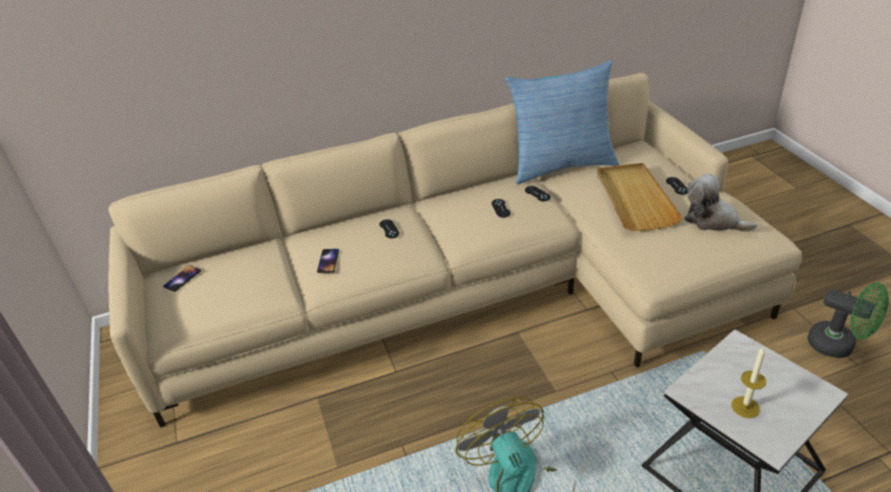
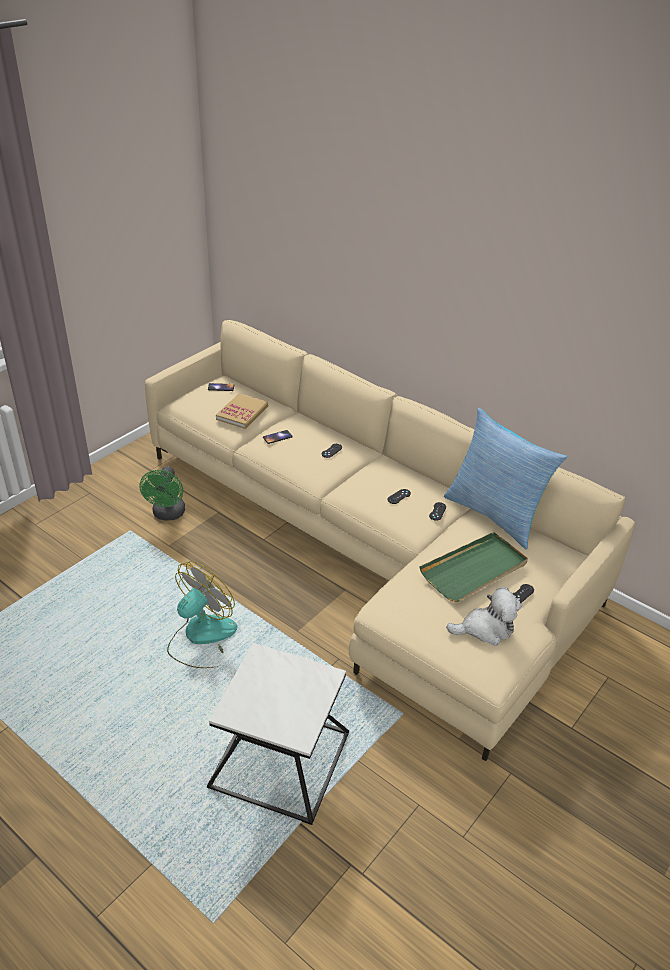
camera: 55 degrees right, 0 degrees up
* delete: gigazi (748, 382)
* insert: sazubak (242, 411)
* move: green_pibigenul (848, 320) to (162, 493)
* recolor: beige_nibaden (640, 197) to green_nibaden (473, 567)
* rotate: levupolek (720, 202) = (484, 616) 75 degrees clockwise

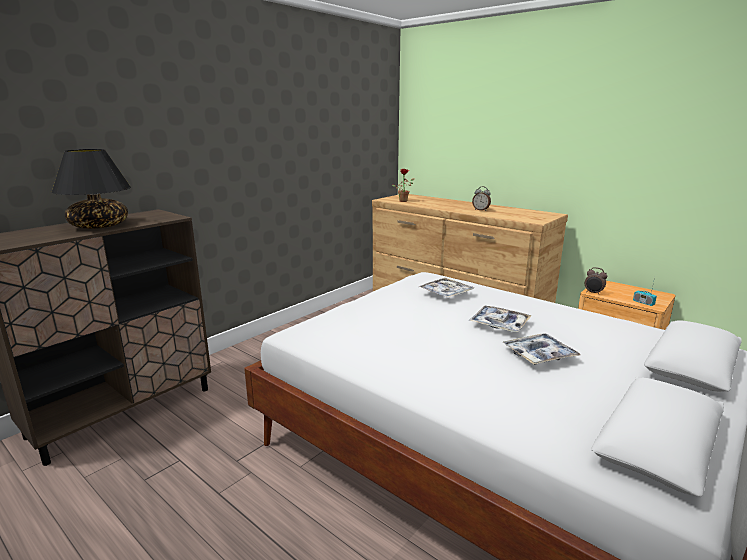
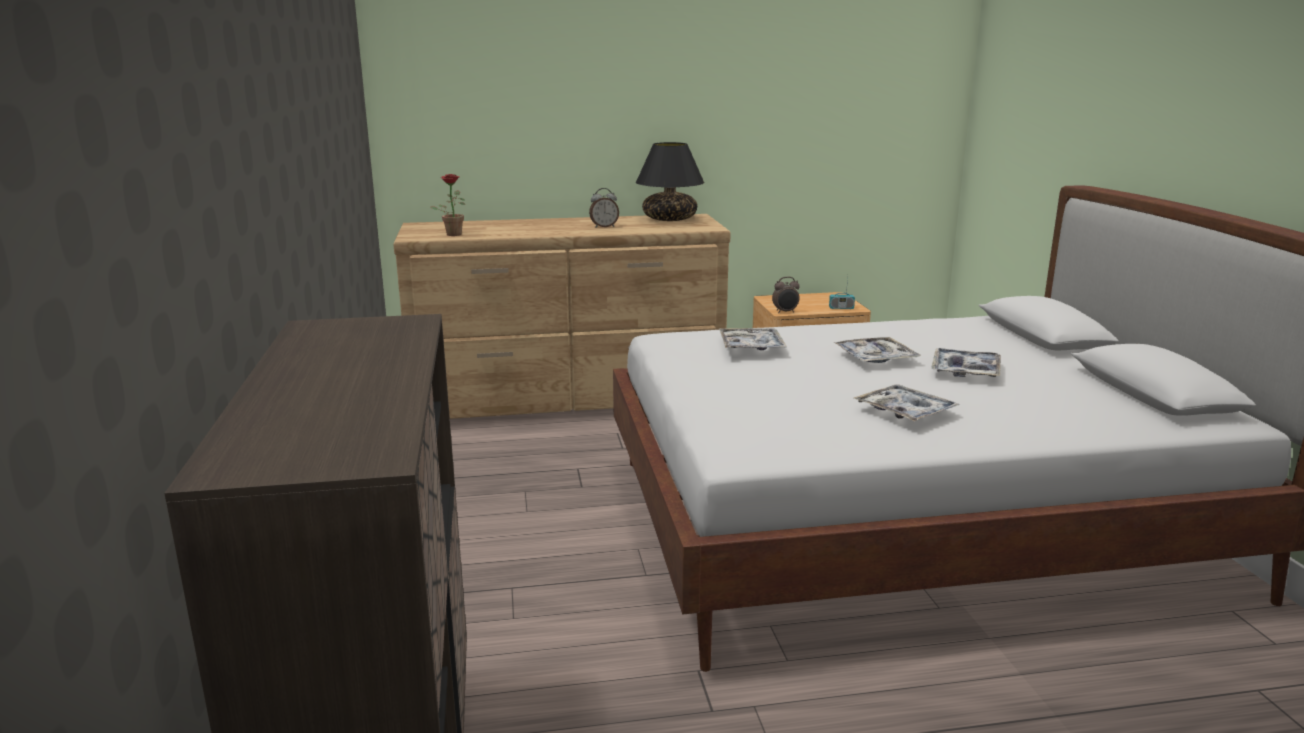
camera: 50 degrees left, 0 degrees up
* insert: nibaden (907, 402)
* move: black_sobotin (91, 189) to (670, 181)

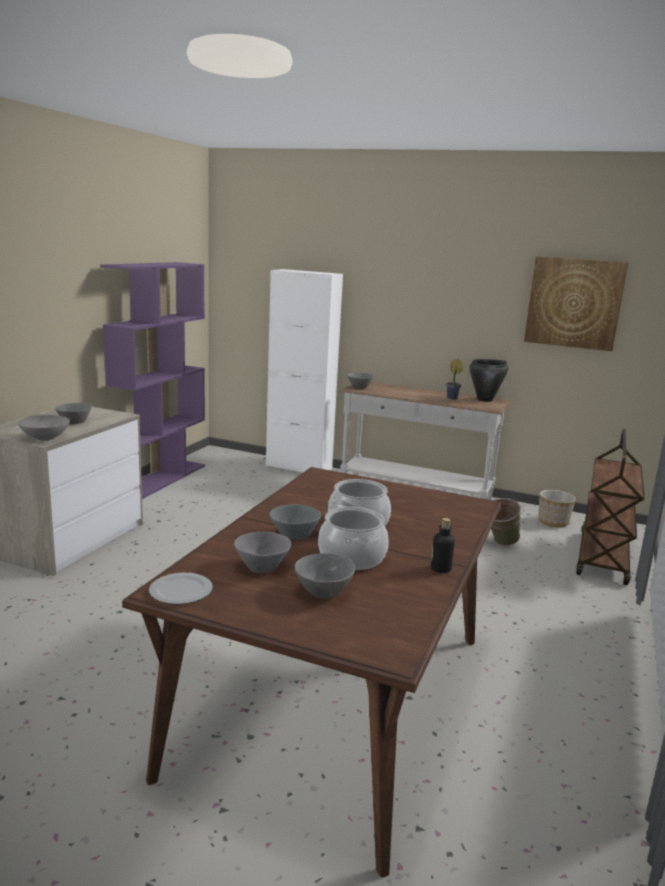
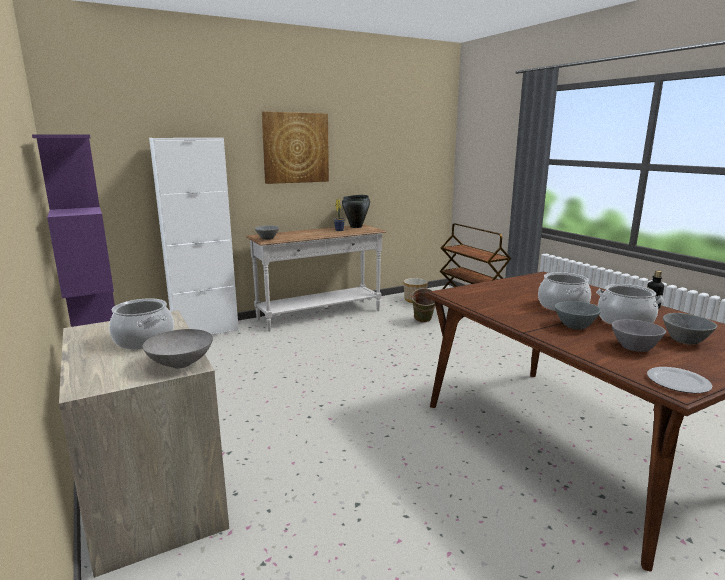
camera: 50 degrees left, 0 degrees up
* move: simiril (576, 303) to (295, 147)
* replace: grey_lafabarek (73, 413) to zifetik (141, 323)

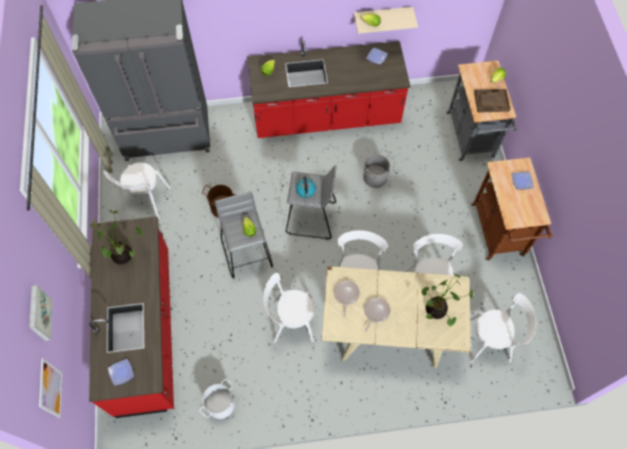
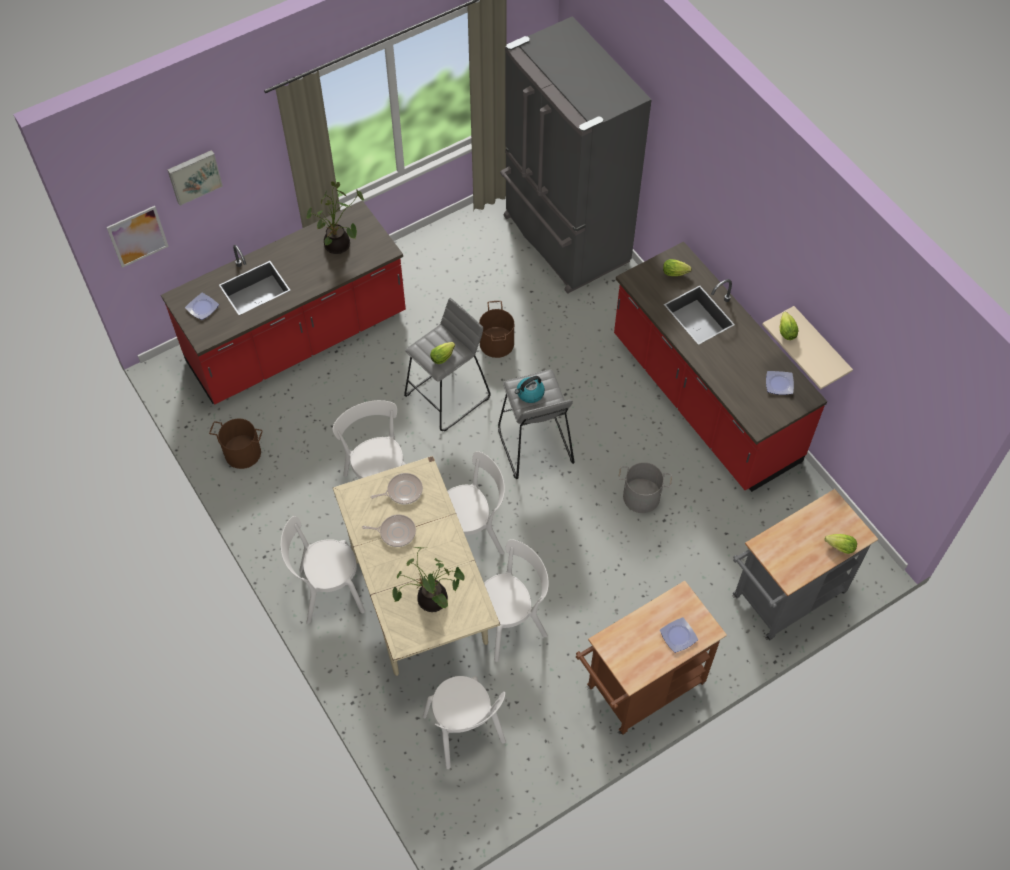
camera: 65 degrees right, 5 degrees down
* delete: brown_nibaden (492, 101)
* move: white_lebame (137, 190) to (323, 570)
* recolor: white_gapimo (217, 399) to brown_gapimo (235, 443)

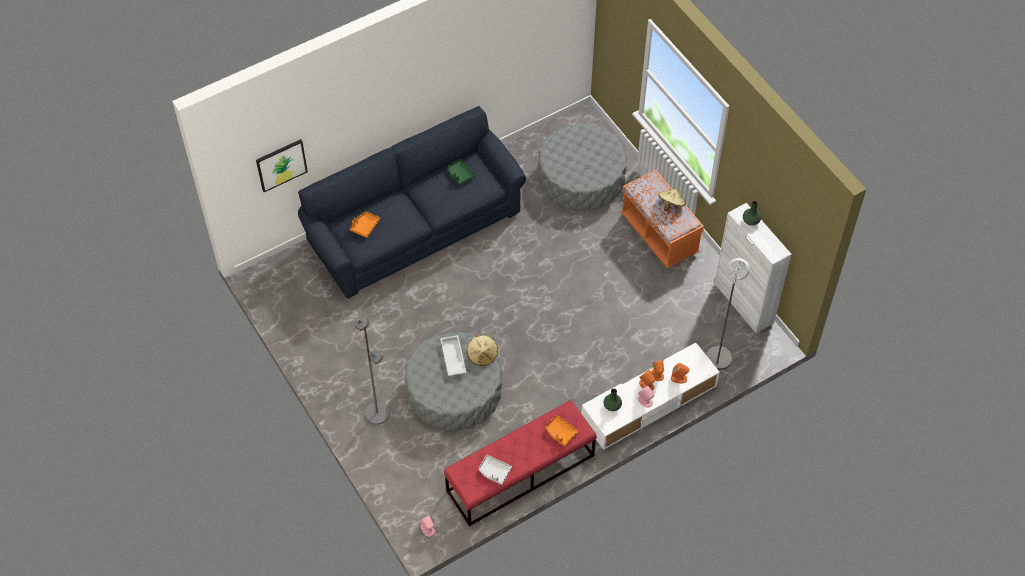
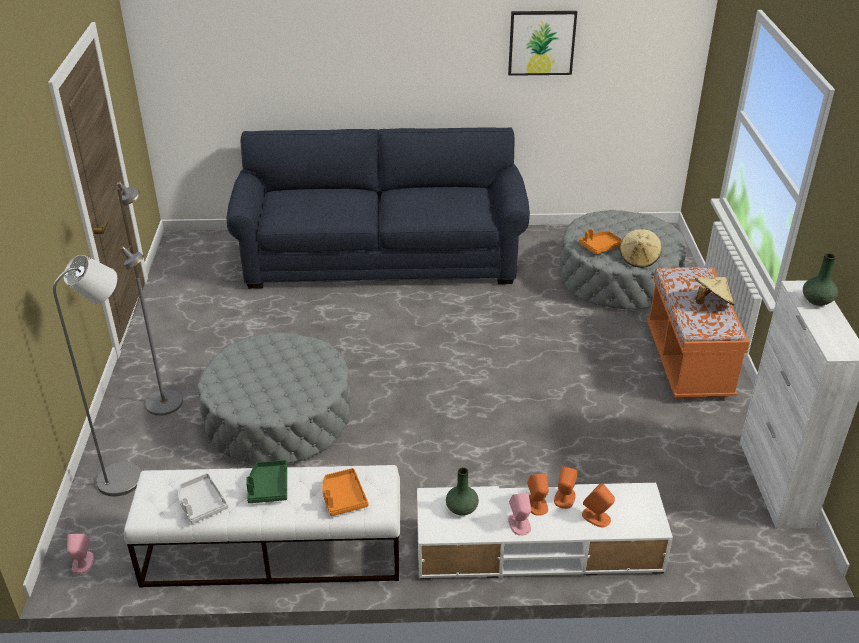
camera: 30 degrees right, 20 degrees down
* delete: white_nibaden (453, 355)
* move: simiril (282, 165) to (542, 43)
* move: orange_nibaden (365, 224) to (600, 242)
* move: green_nibaden (462, 172) to (266, 481)
* move: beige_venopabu (482, 350) to (641, 248)
* move: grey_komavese (728, 314) to (97, 375)
* recolor: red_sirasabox (520, 463) to white_sirasabox (262, 526)

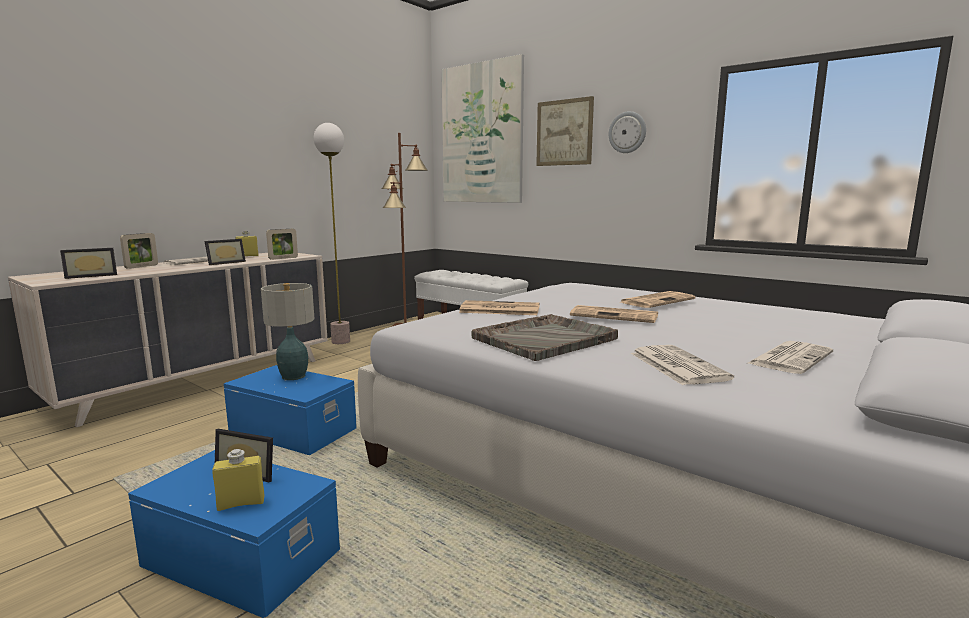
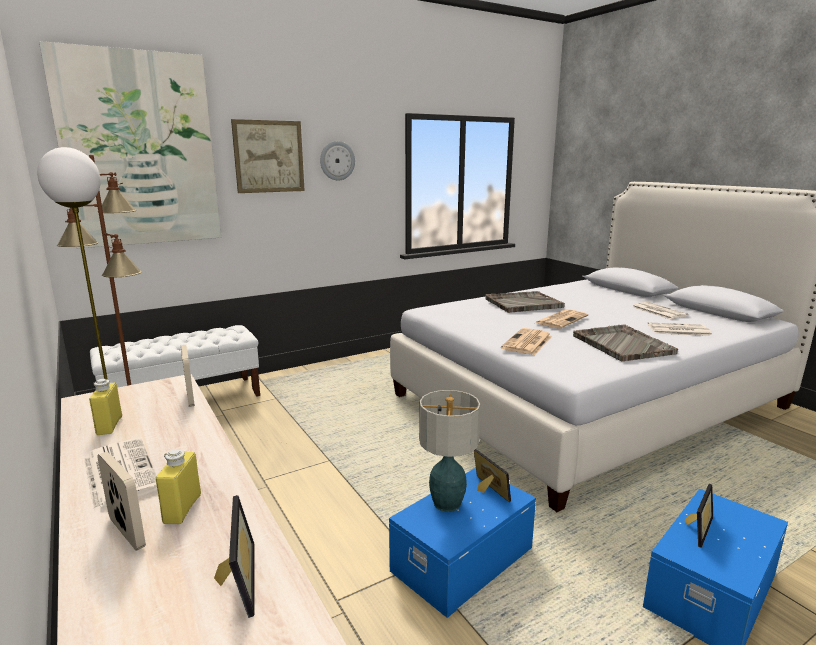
camera: 70 degrees left, 5 degrees up
* move: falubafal (225, 252) to (492, 475)
* move: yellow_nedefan (238, 480) to (178, 486)
* replace: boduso (658, 299) to grey_nibaden (525, 302)

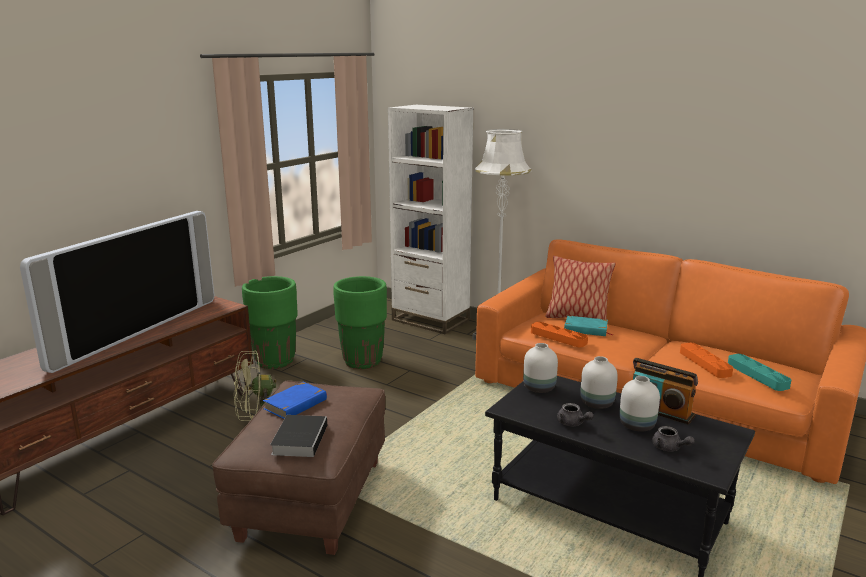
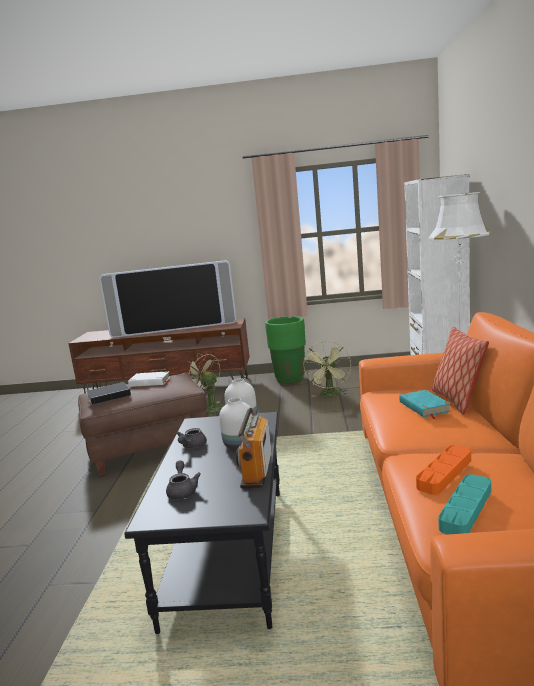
camera: 60 degrees right, 5 degrees down
* delete: orange_nibaden (559, 335)
* delete: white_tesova (639, 404)
* replace: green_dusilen (360, 322) to green_pibigenul (327, 369)
* recolor: blue_sazubak (295, 400) to white_sazubak (150, 379)
* rotate: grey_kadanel (673, 439) = (183, 480) 150 degrees clockwise

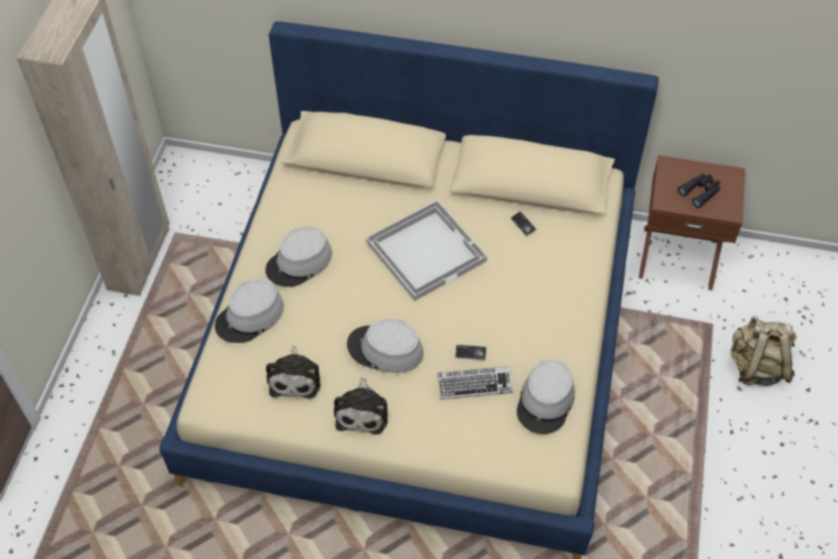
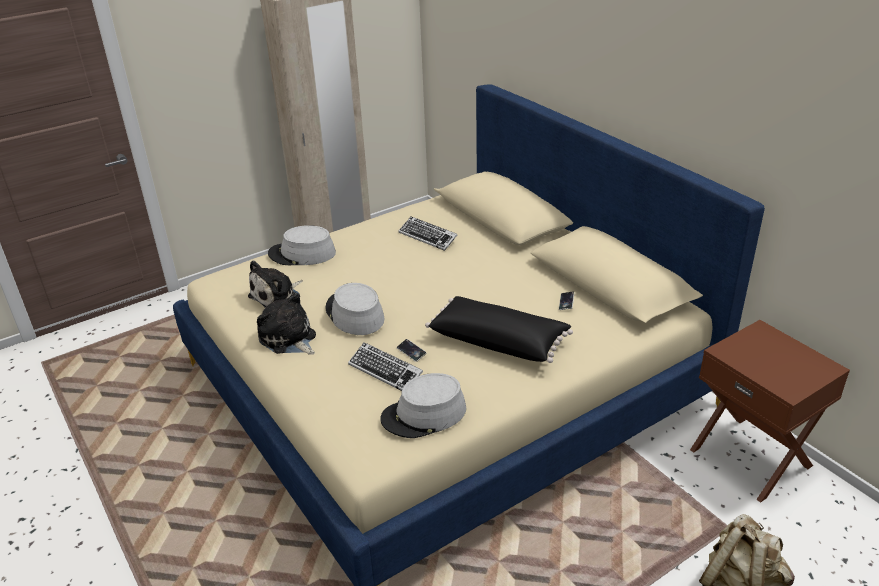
camera: 45 degrees right, 20 degrees down
* delete: grey_venopabu (298, 256)
* delete: white_nibaden (426, 251)
* delete: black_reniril (699, 191)
* insert: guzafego (427, 233)
* insert: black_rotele (499, 329)
* rotate: levupolek (361, 406) = (286, 324) 90 degrees clockwise

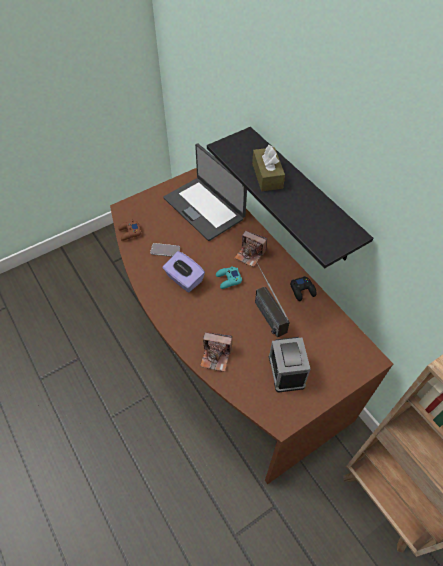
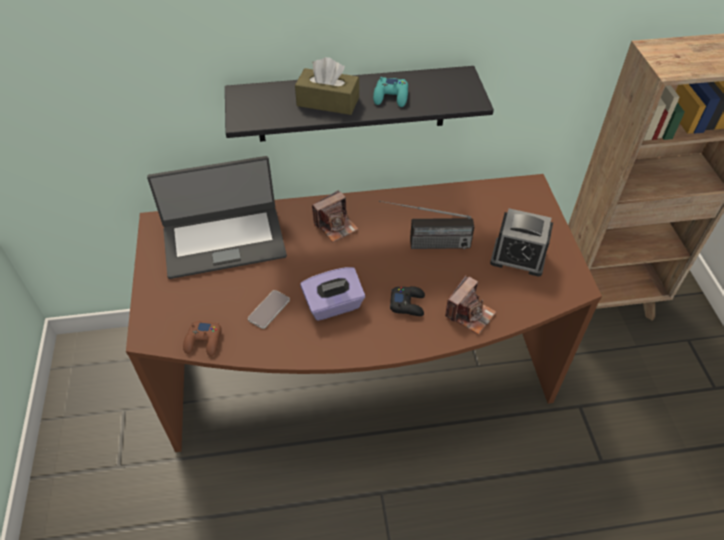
camera: 65 degrees left, 5 degrees down
* move: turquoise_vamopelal (229, 277) to (390, 92)
* move: black_vamopelal (303, 288) to (407, 301)

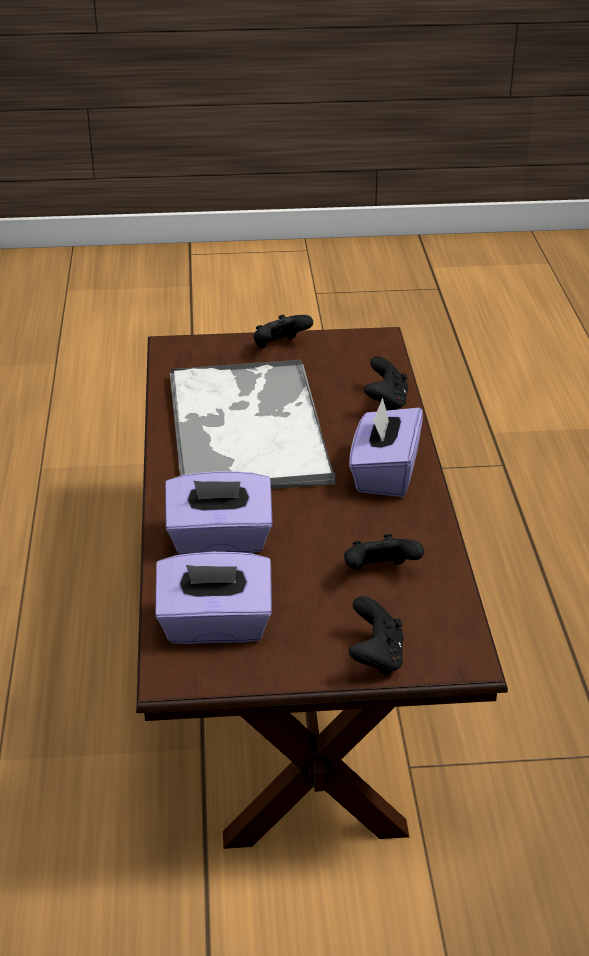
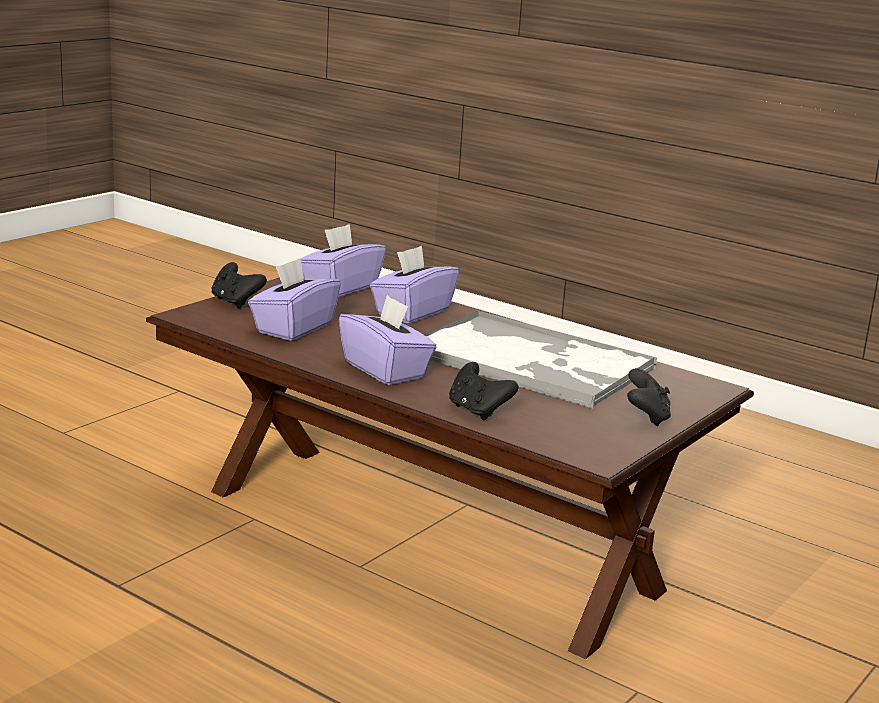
camera: 130 degrees right, 15 degrees down
* replace: black_vamopelal (384, 552) to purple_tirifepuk (294, 299)

